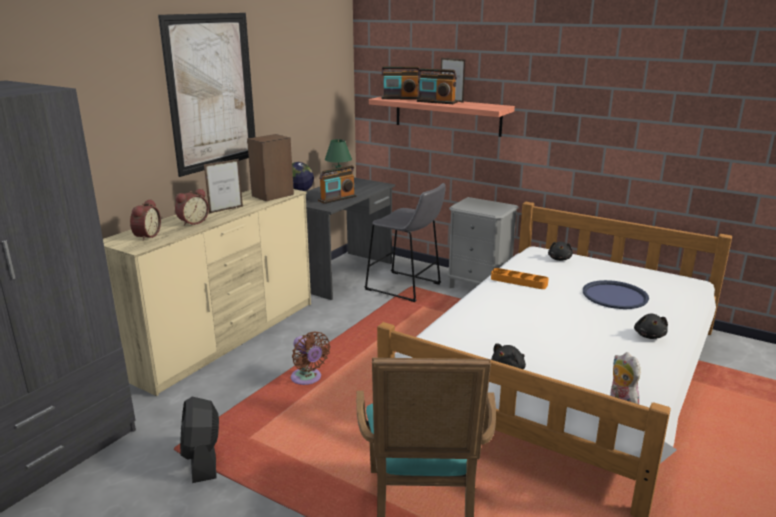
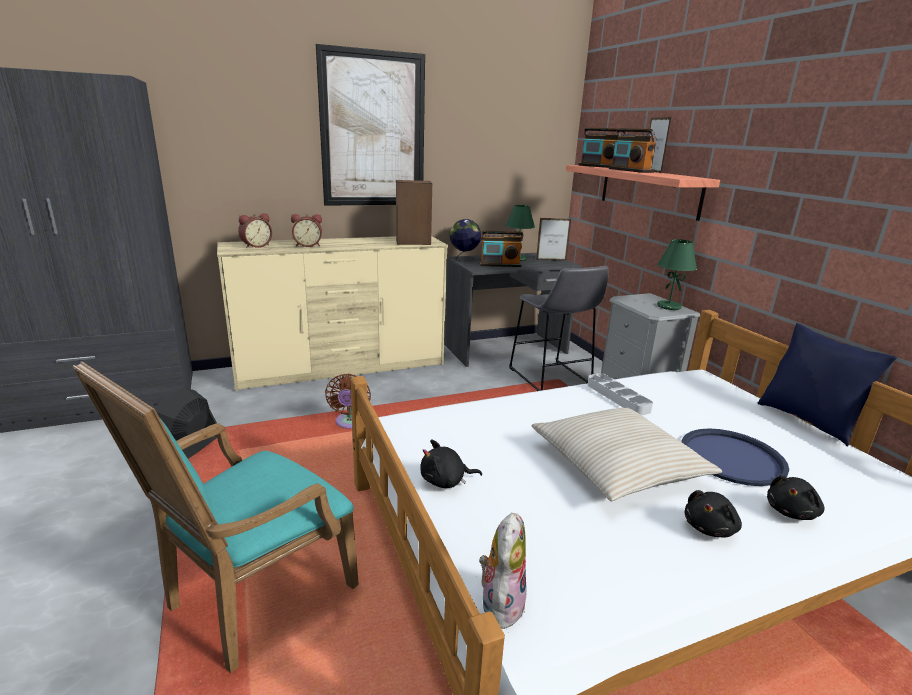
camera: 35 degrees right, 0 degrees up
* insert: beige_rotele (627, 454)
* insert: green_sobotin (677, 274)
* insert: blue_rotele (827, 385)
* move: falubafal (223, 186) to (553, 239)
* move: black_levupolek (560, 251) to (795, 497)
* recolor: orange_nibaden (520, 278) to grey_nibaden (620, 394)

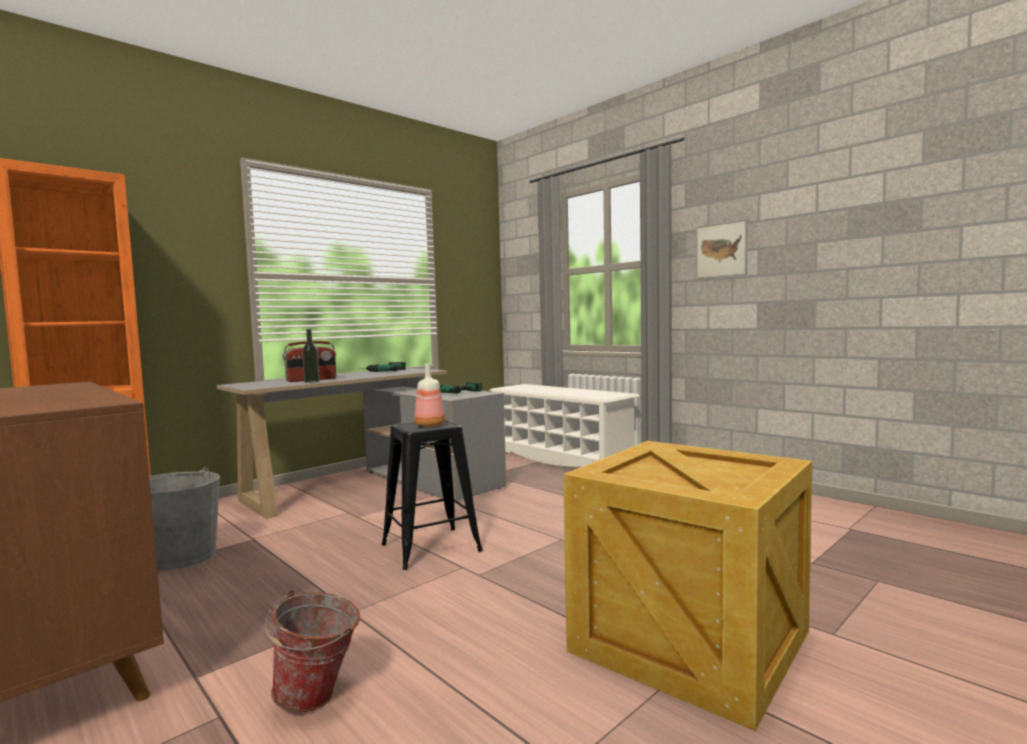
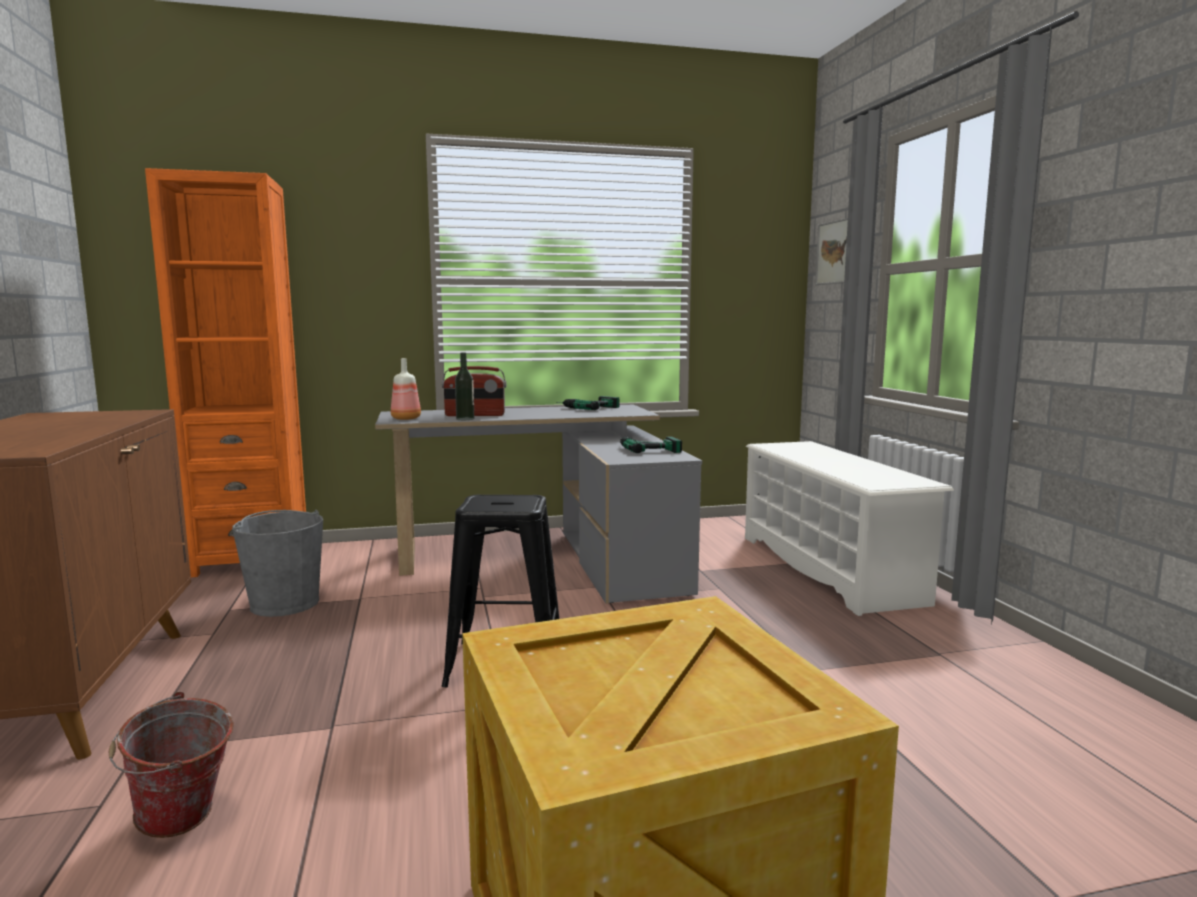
camera: 30 degrees right, 5 degrees up
* move: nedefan (430, 395) to (406, 389)
* move: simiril (721, 249) to (831, 251)

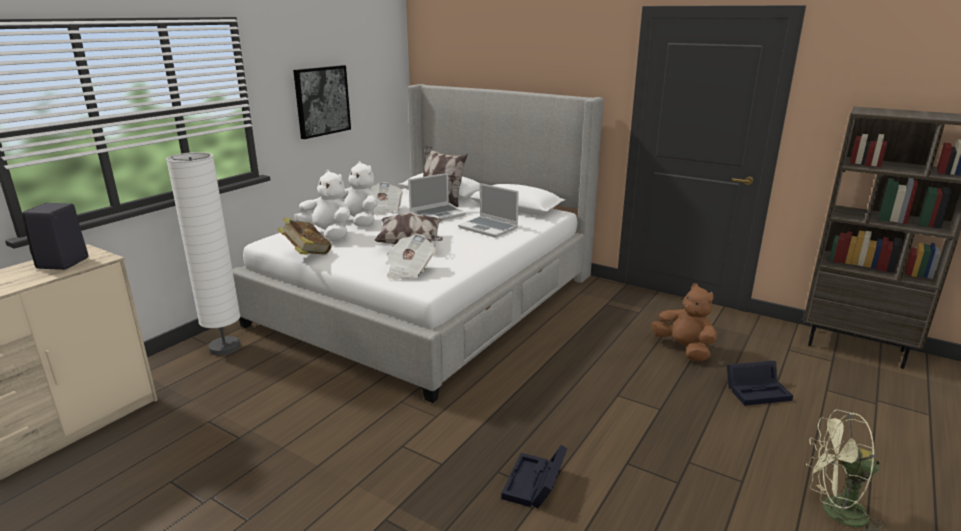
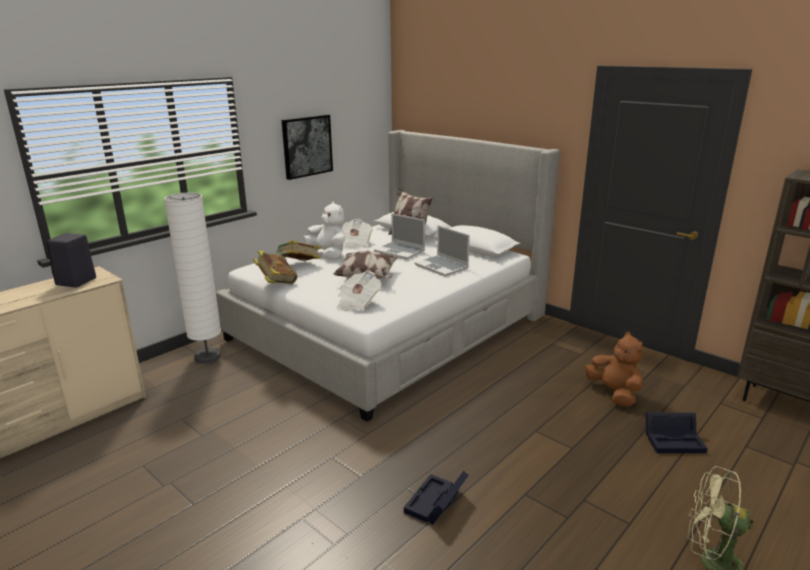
camera: 10 degrees right, 0 degrees up
* replace: white_levupolek (322, 205) to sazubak (299, 250)
* rotate: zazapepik (437, 196) = (399, 236) 60 degrees clockwise

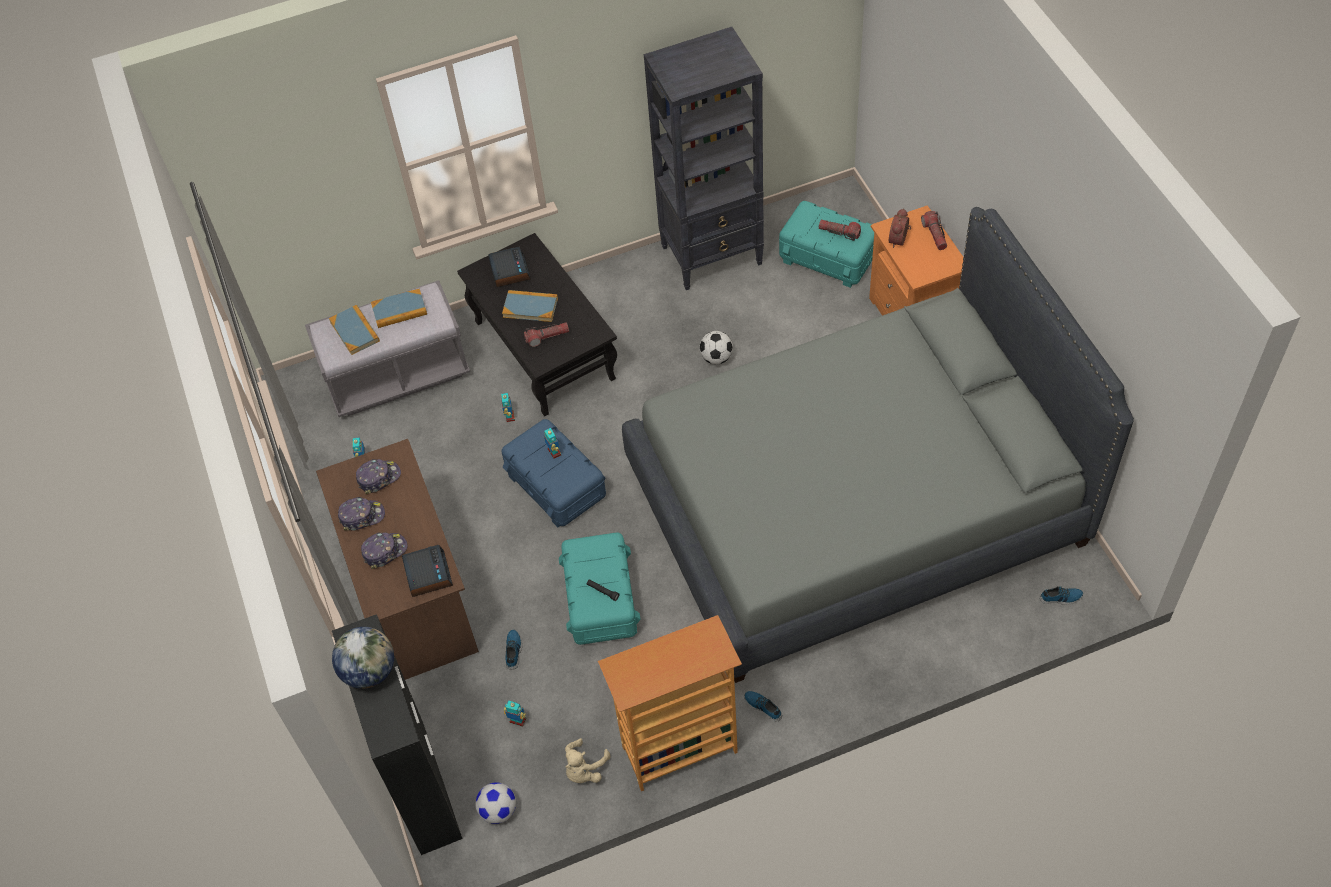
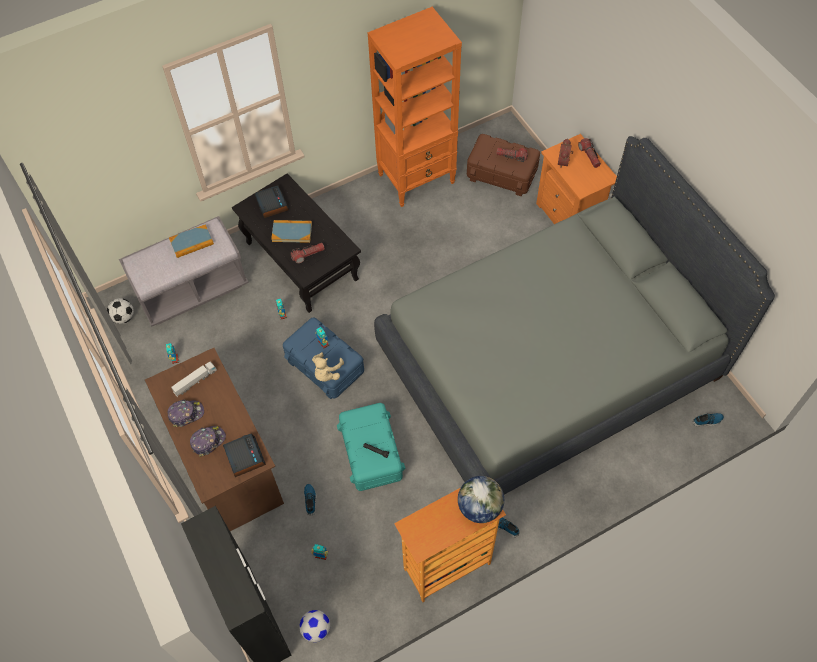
camera: 10 degrees left, 5 degrees up
* delete: sazubak (354, 330)
* move: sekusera (363, 658) to (481, 499)
* move: beige_levupolek (587, 760) to (328, 366)
* move: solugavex (716, 347) to (120, 311)
* replace: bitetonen (378, 476) to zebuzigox (194, 379)
* recolor: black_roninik (704, 158) to orange_roninik (415, 107)
* recolor: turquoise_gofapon (826, 244) to brown_gofapon (503, 165)

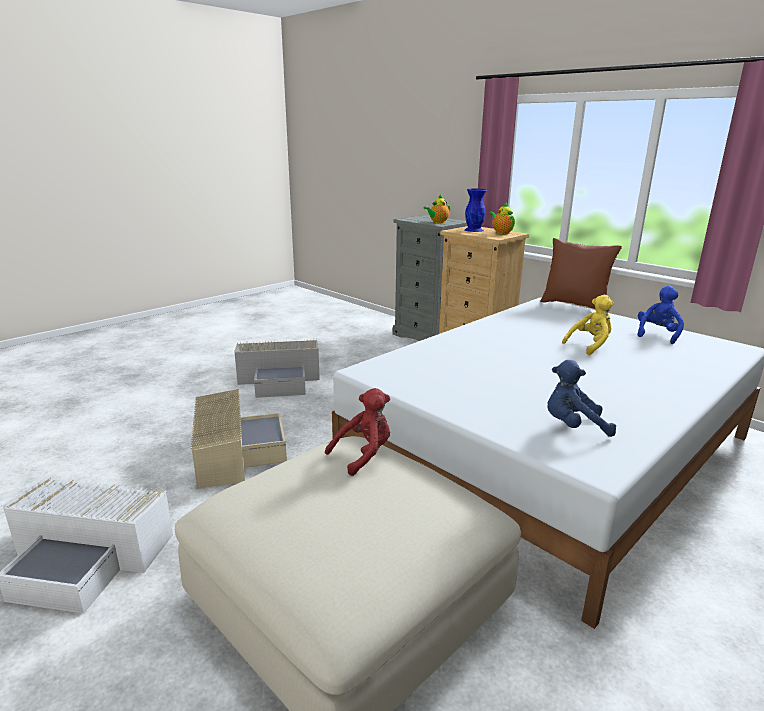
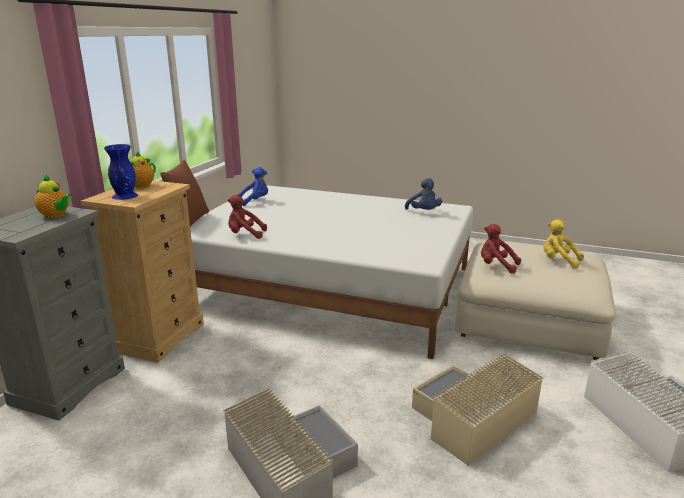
camera: 115 degrees left, 0 degrees up
* insert: red_levupolek (247, 217)
* move: yellow_levupolek (588, 325) to (564, 244)
* rotate: blue_levupolek (660, 314) = (253, 186) 150 degrees clockwise

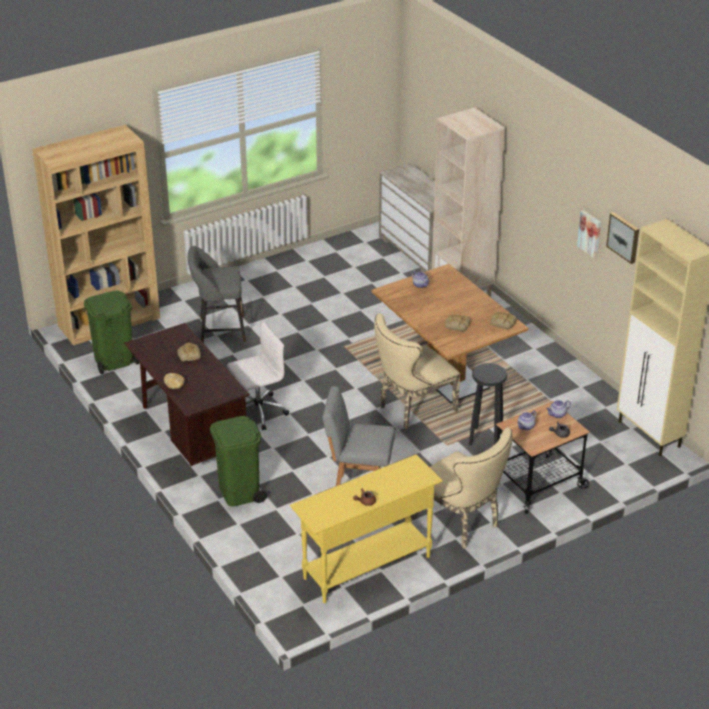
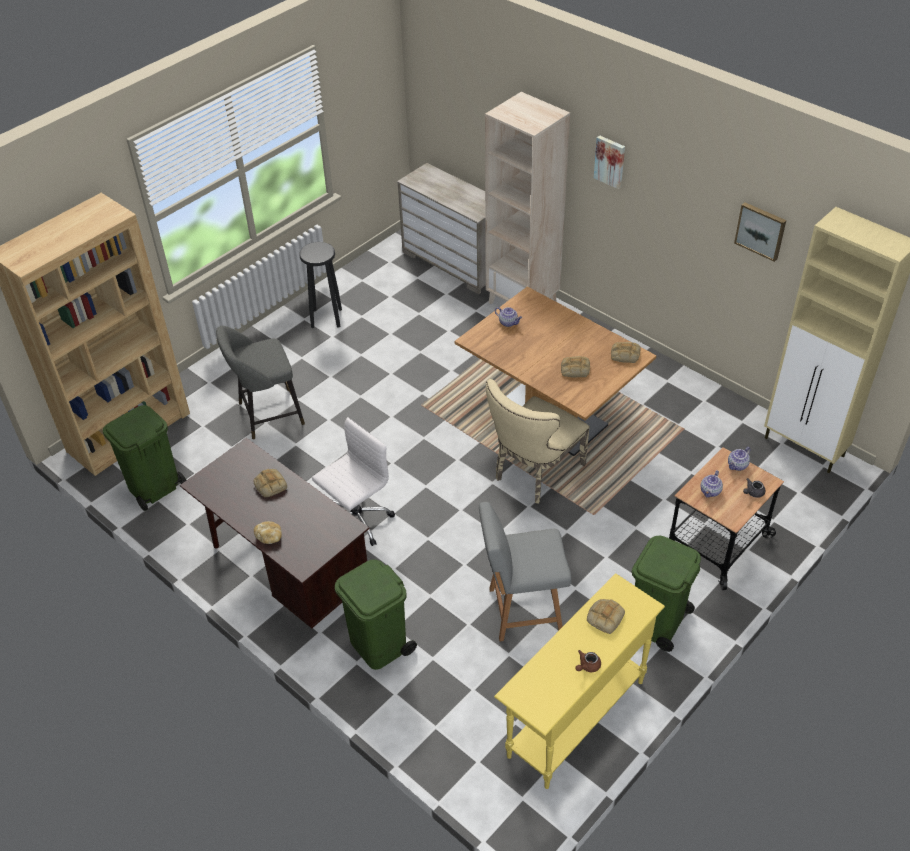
camera: 15 degrees left, 10 degrees up
* insert: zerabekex (606, 616)
* move: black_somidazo (488, 404) to (320, 285)
* move: simiril (589, 234) to (609, 162)
* replace: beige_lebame (462, 487) to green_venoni (666, 594)

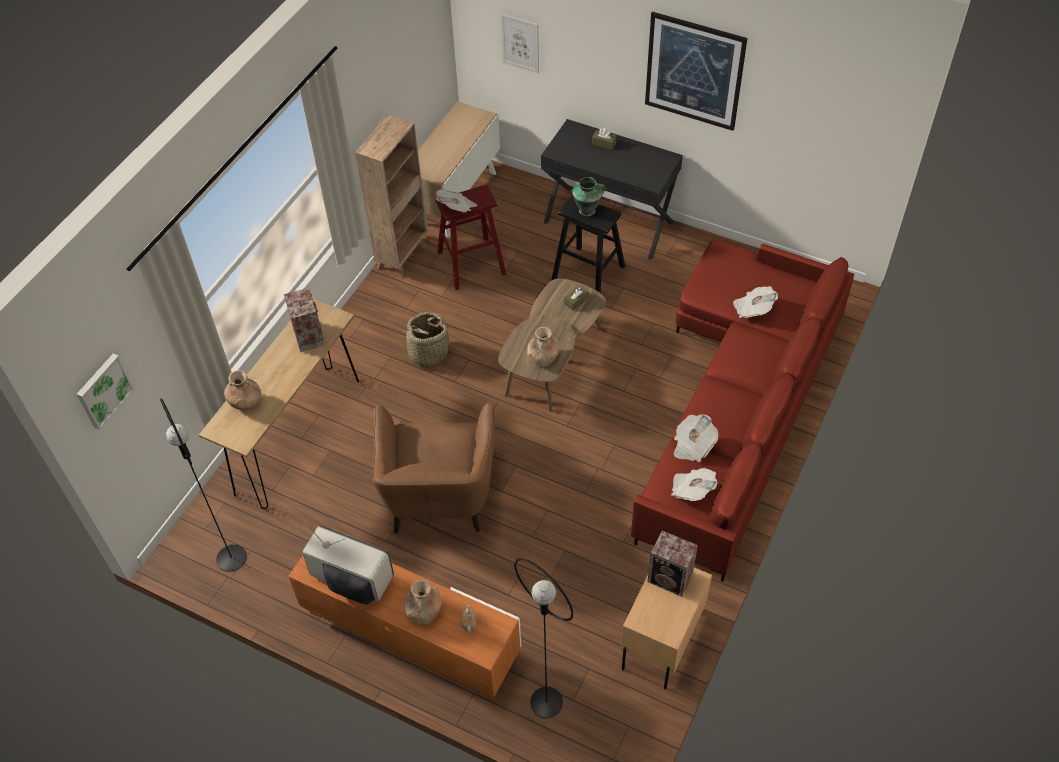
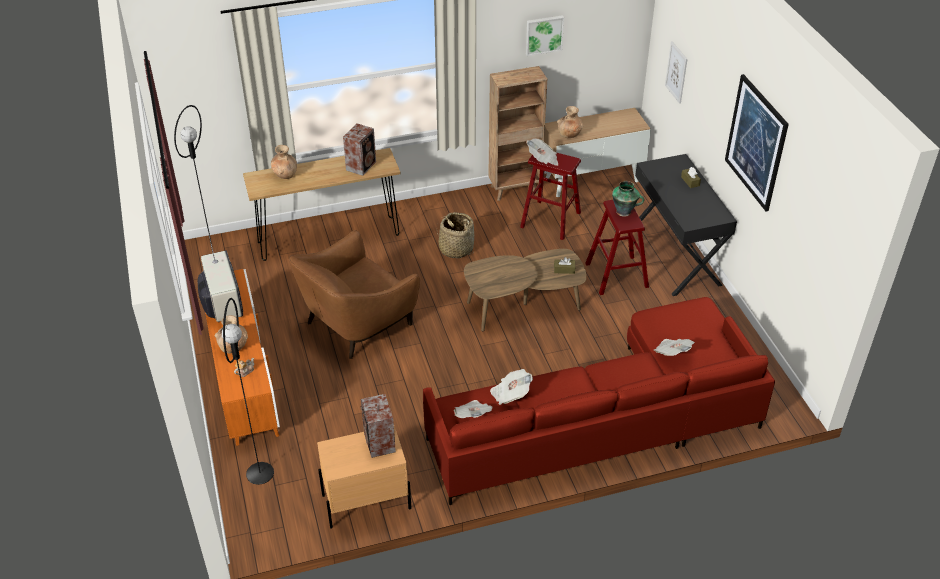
camera: 45 degrees right, 10 degrees down
* move: simiril (105, 391) to (545, 35)
* move: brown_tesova (543, 347) to (570, 122)
* recolor: black_somidazo (588, 244) to red_somidazo (617, 247)

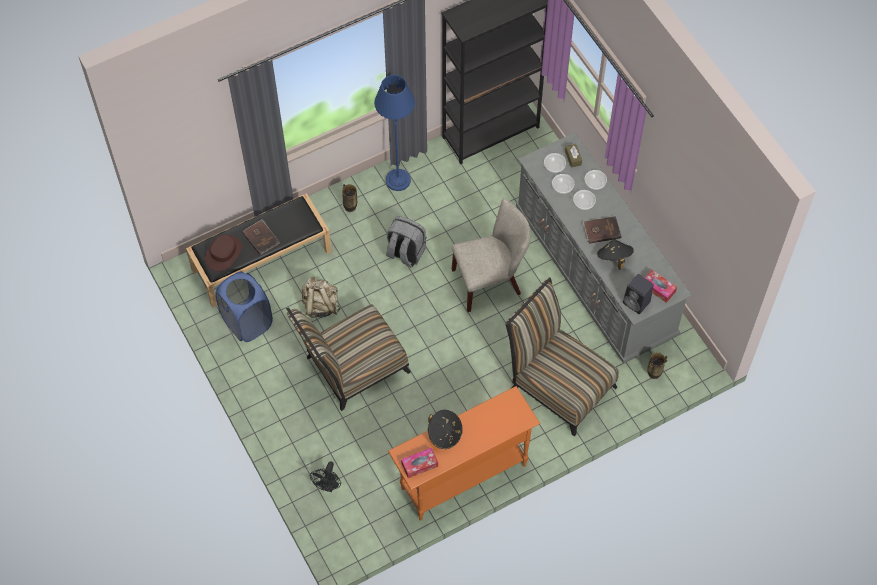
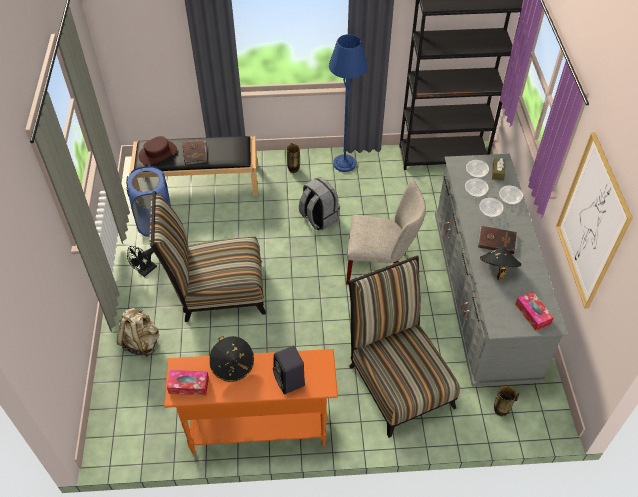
camera: 25 degrees right, 10 degrees down
* insert: simiril (594, 220)
* move: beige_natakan (321, 297) to (138, 332)
* move: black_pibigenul (325, 476) to (142, 261)
* move: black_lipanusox (638, 294) to (289, 370)

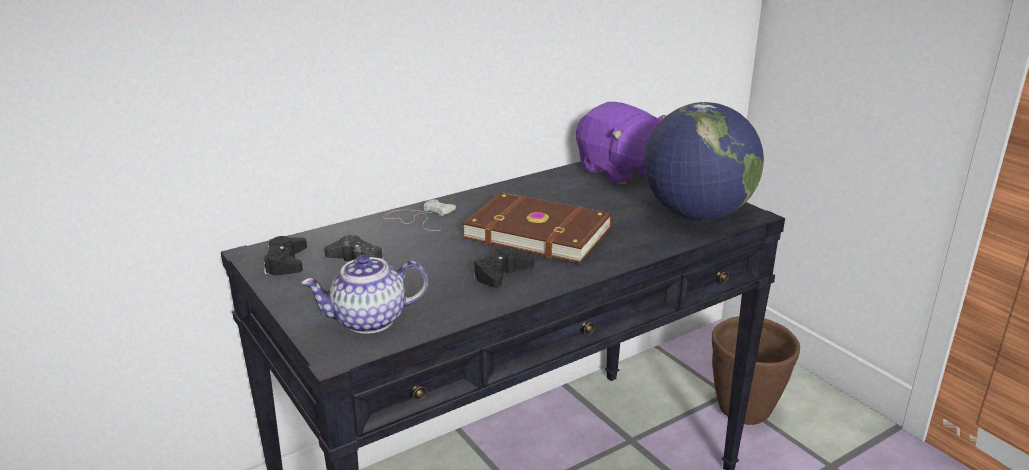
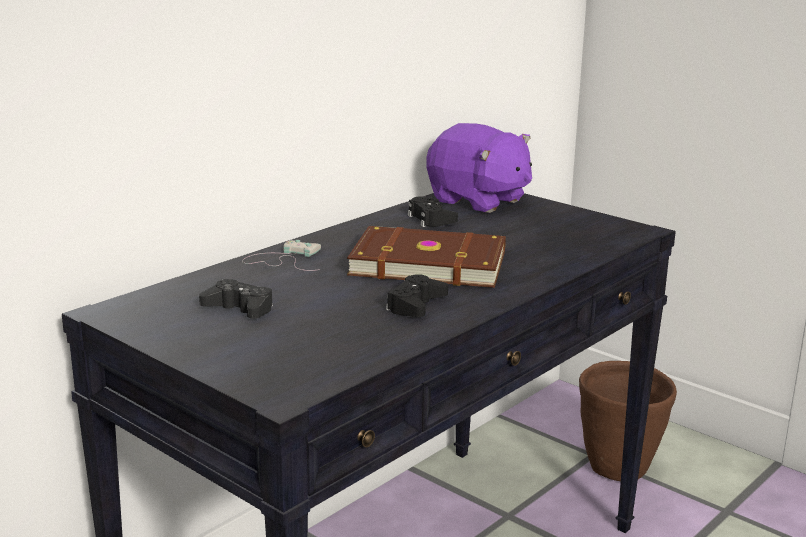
camera: 15 degrees left, 5 degrees down
* delete: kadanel (364, 294)
* delete: sekusera (704, 161)
* move: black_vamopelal (285, 255) to (433, 212)

